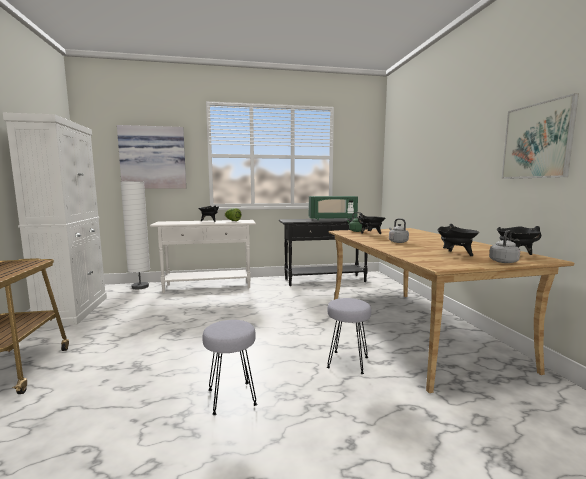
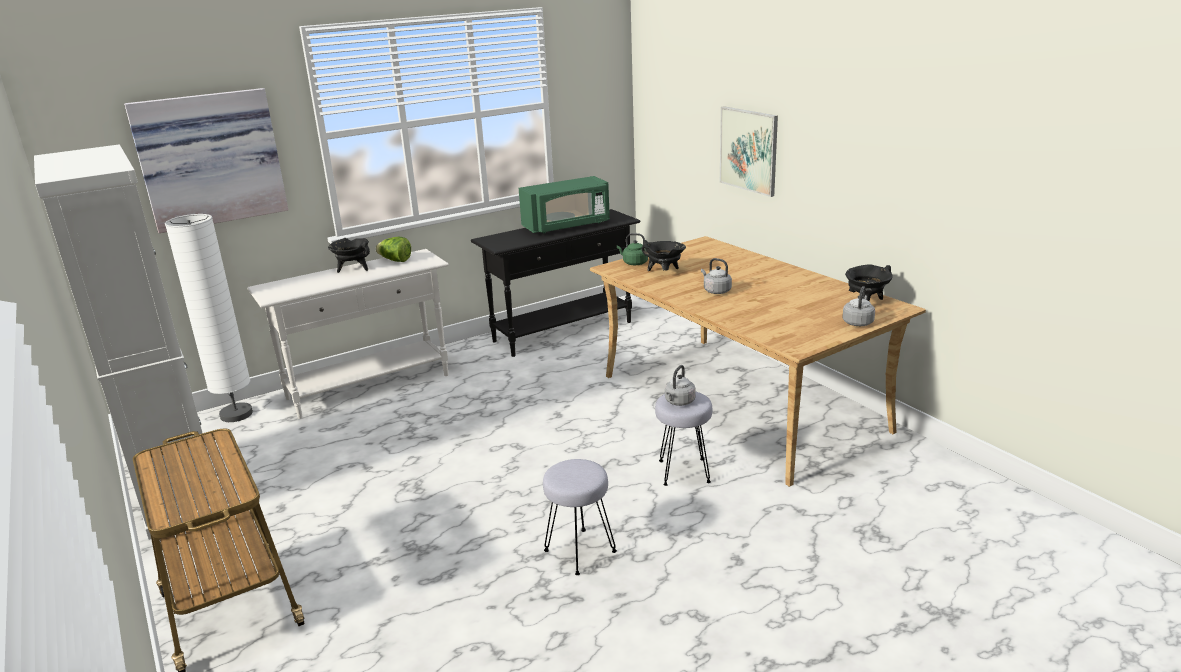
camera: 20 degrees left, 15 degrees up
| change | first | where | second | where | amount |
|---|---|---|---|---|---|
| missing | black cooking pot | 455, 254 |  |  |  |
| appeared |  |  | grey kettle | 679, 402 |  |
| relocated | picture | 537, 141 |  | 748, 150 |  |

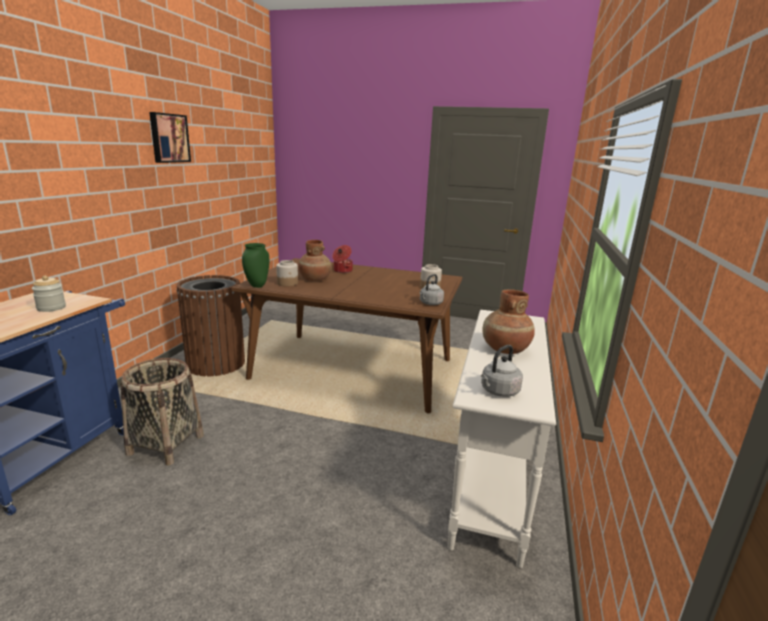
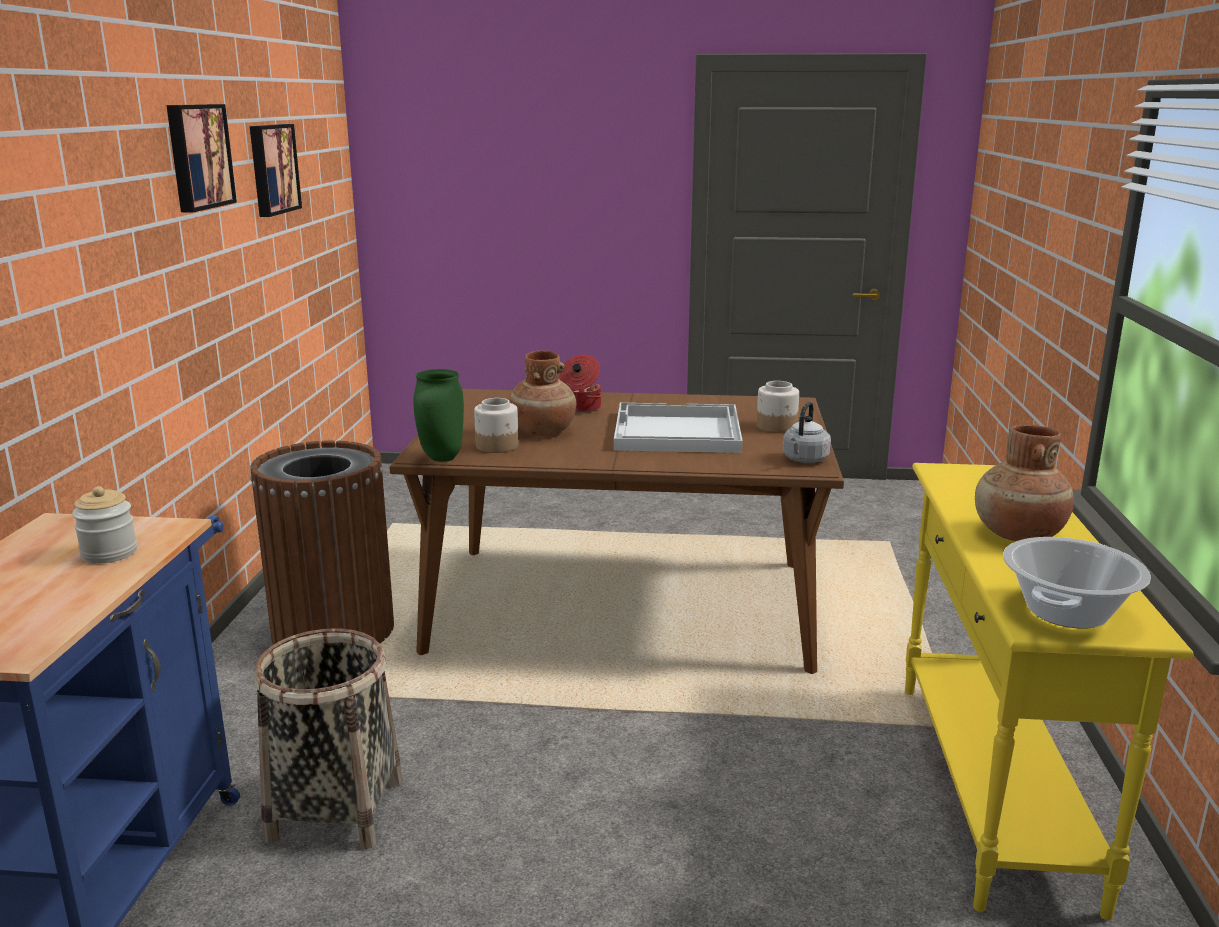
camera: 10 degrees left, 0 degrees up
| change | first | where | second | where | amount |
|---|---|---|---|---|---|
| appeared |  |  | picture | 272, 169 |  |
| appeared |  |  | white tray | 676, 432 |  |
| exchanged | grey kettle | 498, 391 | cooking pot | 1067, 612 |  |
| colour | white console table | 490, 485 | yellow console table | 991, 789 |  |

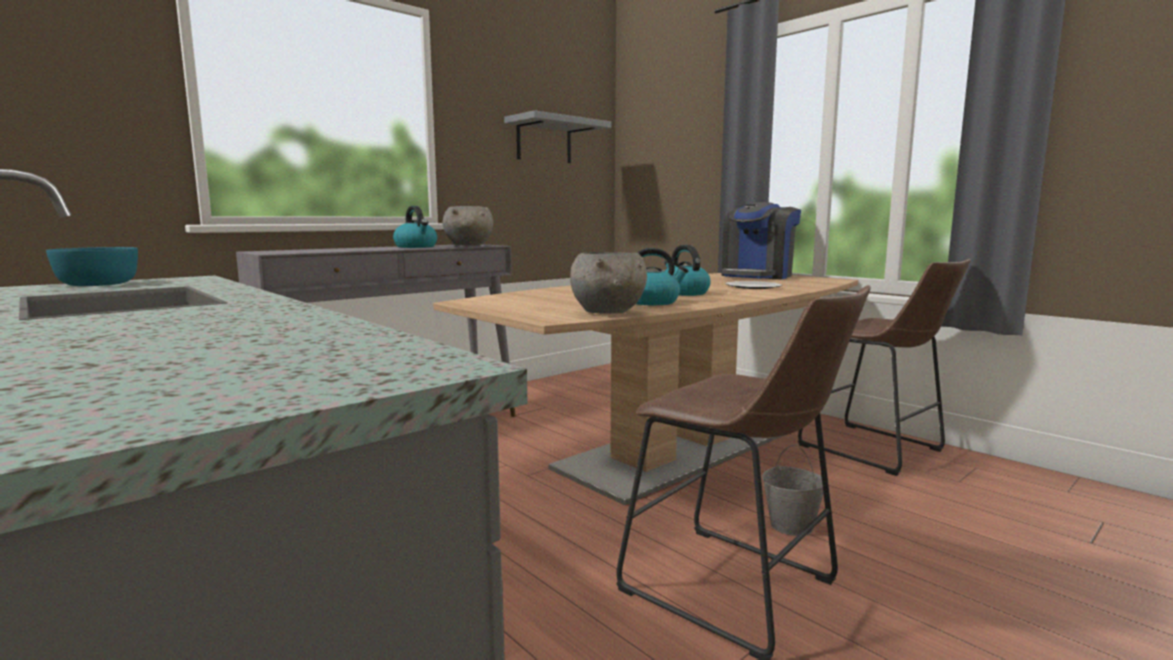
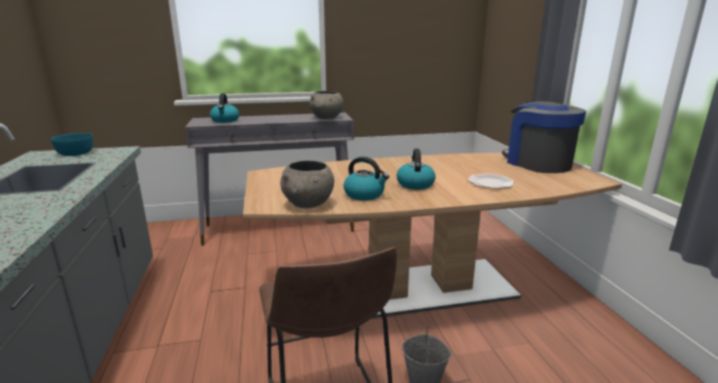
camera: 30 degrees right, 10 degrees up
| change | first | where | second | where | amount |
|---|---|---|---|---|---|
| missing | grey shelf | 544, 141 |  |  |  |
| missing | brown stool | 877, 450 |  |  |  |
| relocated | kettle | 416, 247 |  | 225, 120 |  |
| spun | coffee machine | 757, 276 |  | 537, 163 | 90 degrees clockwise |

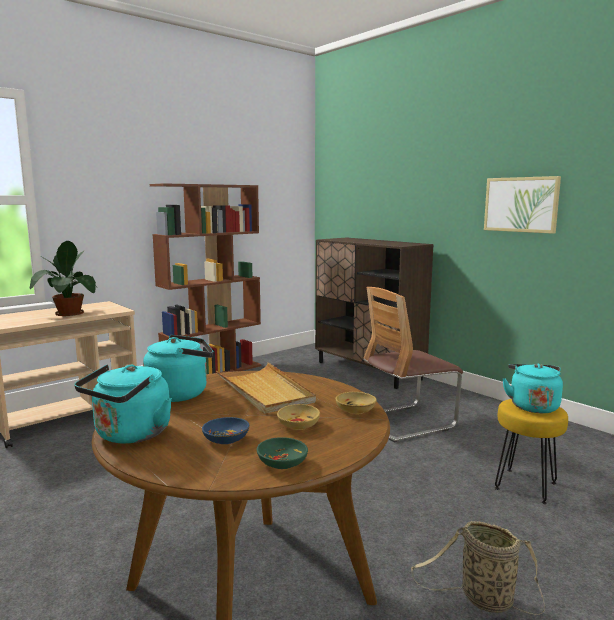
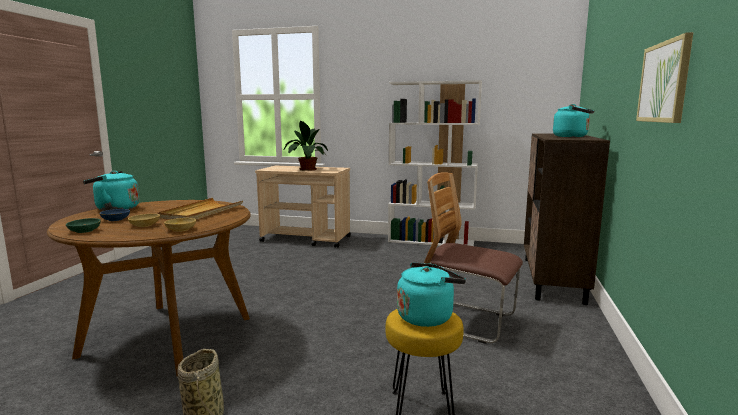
camera: 55 degrees right, 0 degrees up
| change | first | where | second | where | amount |
|---|---|---|---|---|---|
| relocated | turquoise kettle | 181, 393 |  | 572, 136 |  |
| colour | brown bookcase | 213, 372 | white bookcase | 431, 241 |  |

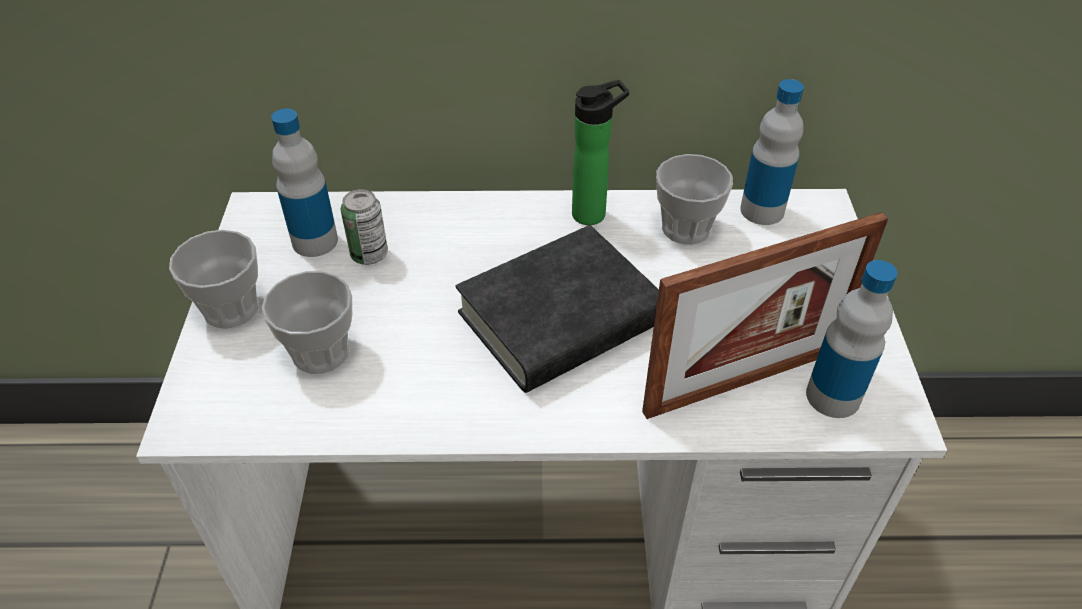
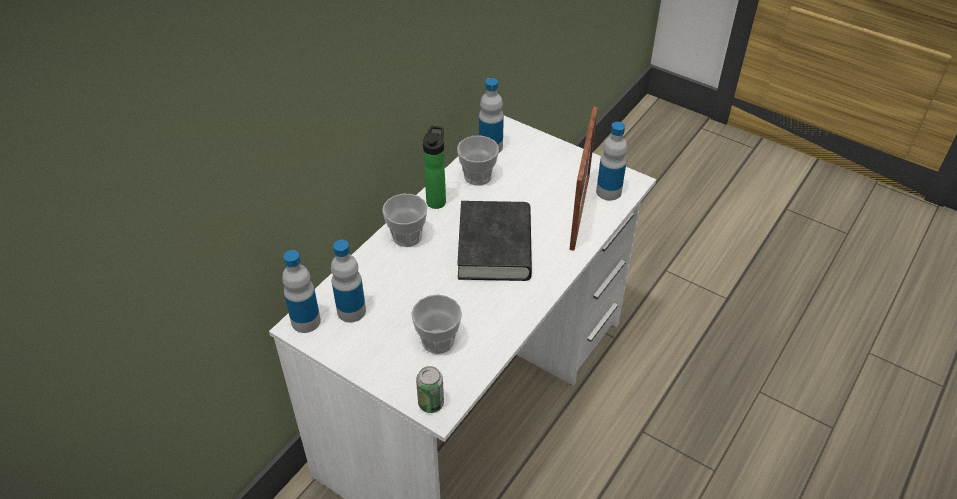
camera: 55 degrees left, 0 degrees up
| change | first | where | second | where | amount |
|---|---|---|---|---|---|
| appeared |  |  | bottle | 306, 321 |  |
| relocated | cup | 231, 309 |  | 407, 236 |  |
| relocated | can | 369, 254 |  | 431, 403 |  |

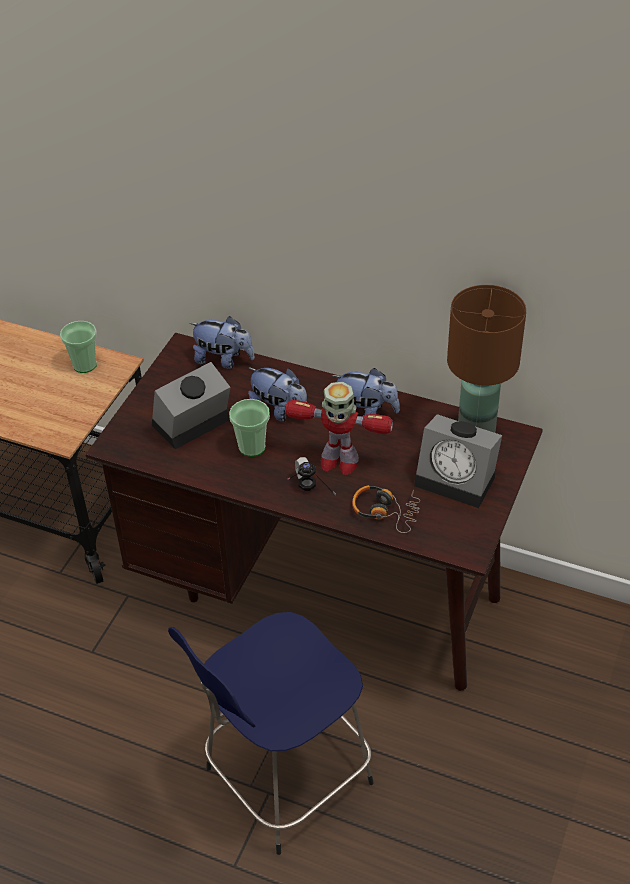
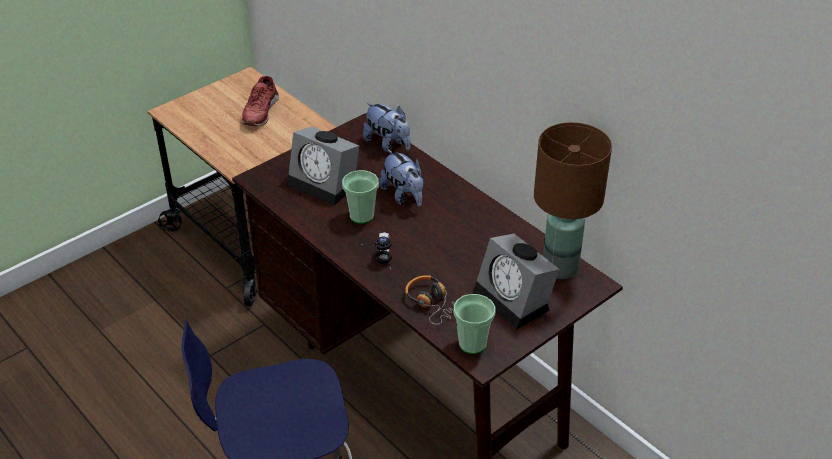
camera: 25 degrees right, 5 degrees down
| change | first | where | second | where | amount |
|---|---|---|---|---|---|
| missing | toy robot | 338, 461 |  |  |  |
| missing | plush toy | 365, 412 |  |  |  |
| appeared |  |  | red shoe | 260, 111 |  |
| relocated | cup | 84, 365 |  | 472, 344 |  |
| spun | alarm clock | 191, 426 |  | 326, 184 | 135 degrees counterclockwise |

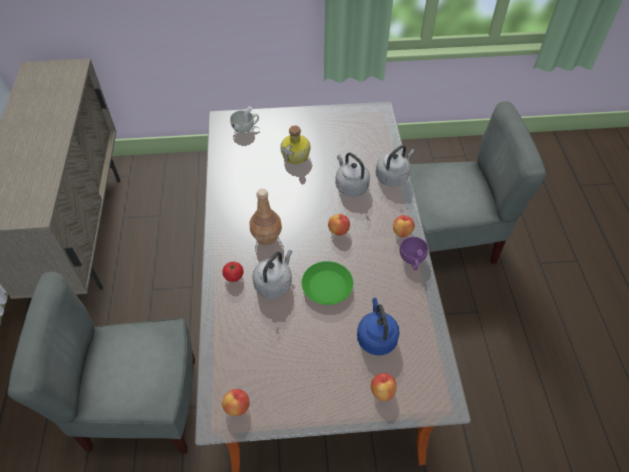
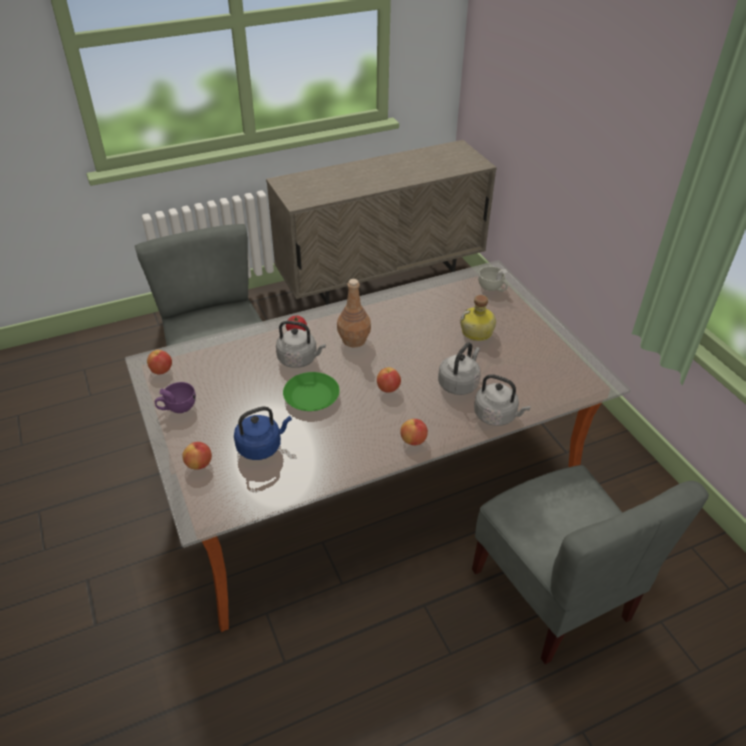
camera: 70 degrees right, 10 degrees down
| change | first | where | second | where | amount |
|---|---|---|---|---|---|
| relocated | purple cup | 412, 260 |  | 177, 407 |  |

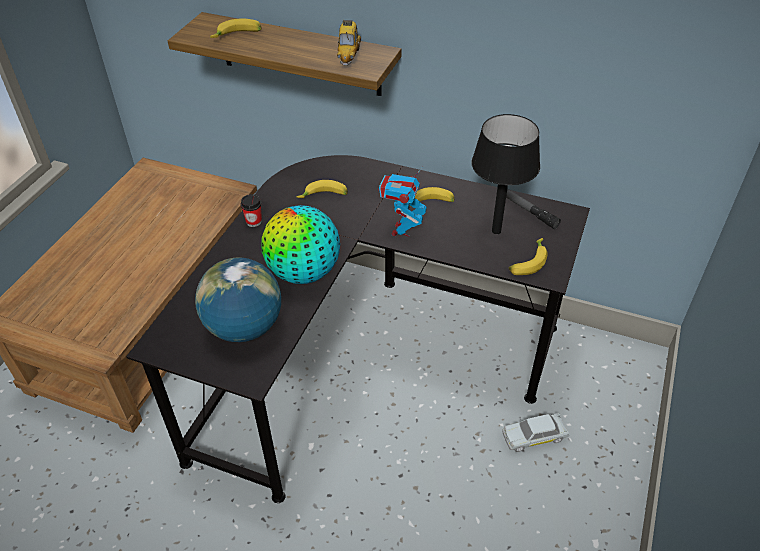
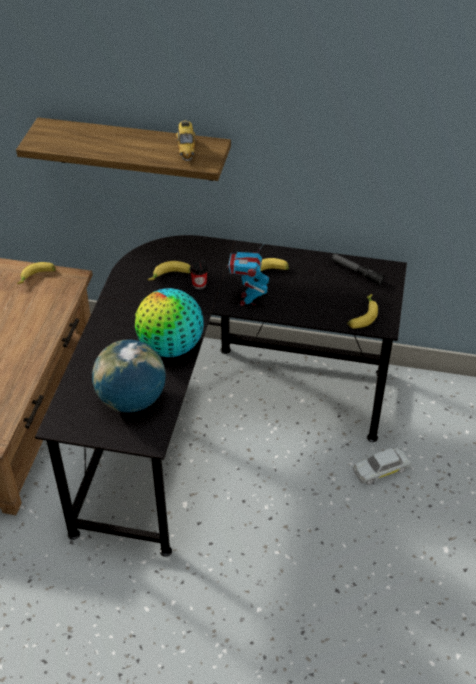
camera: 10 degrees left, 0 degrees up
| change | first | where | second | where | amount |
|---|---|---|---|---|---|
| missing | black table lamp | 496, 230 |  |  |  |
| relocated | banana | 237, 36 |  | 37, 277 |  |
| relocated | cup | 254, 222 |  | 199, 284 |  |

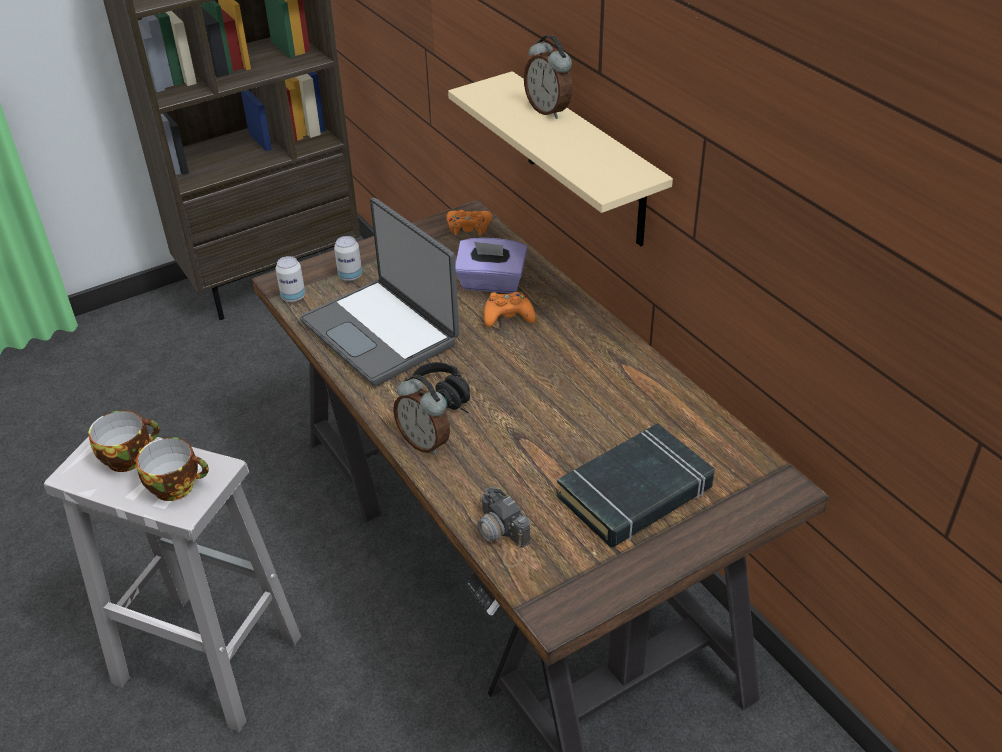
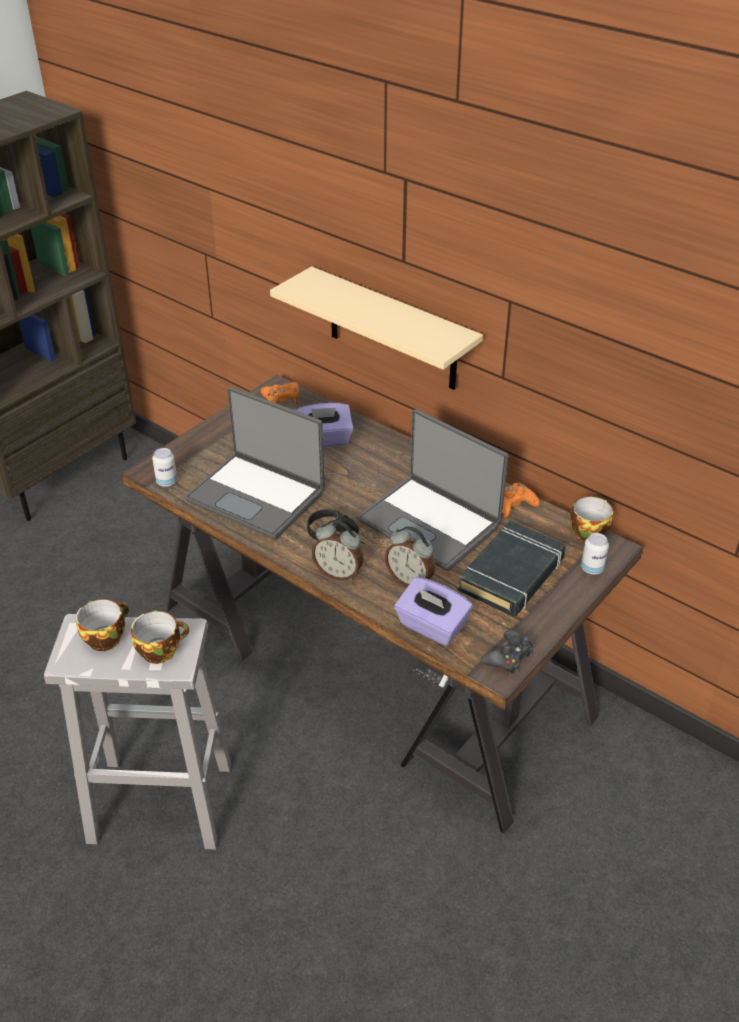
camera: 20 degrees left, 0 degrees up
| change | first | where | second | where | amount |
|---|---|---|---|---|---|
| appeared |  |  | laptop | 431, 522 |  |
| appeared |  |  | black game controller | 508, 657 |  |
| appeared |  |  | cup | 587, 531 |  |
| relocated | can | 350, 276 |  | 592, 568 |  |
| relocated | orange game controller | 508, 316 |  | 513, 504 |  |
| relocated | alarm clock | 549, 110 |  | 410, 580 |  |
| exchanged | photo camera | 501, 535 | purple tissue box | 431, 627 |  |

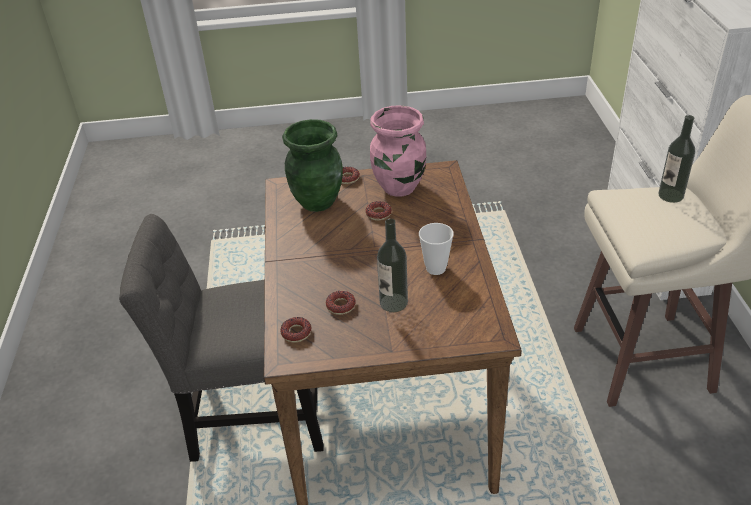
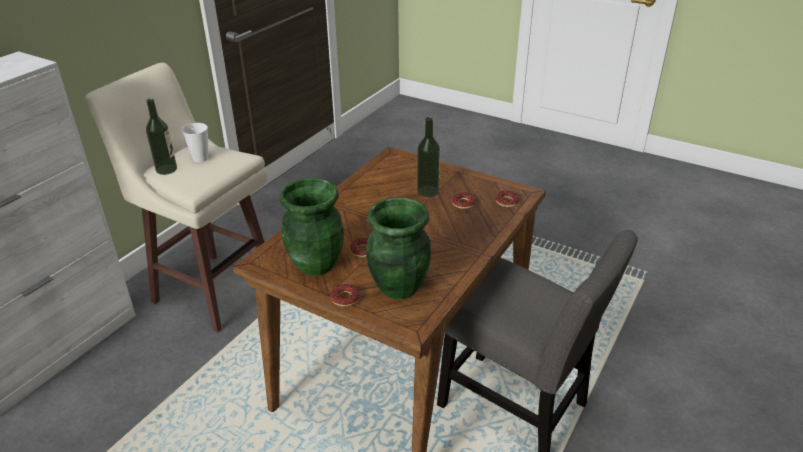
camera: 145 degrees left, 5 degrees down
| change | first | where | second | where | amount |
|---|---|---|---|---|---|
| relocated | cup | 435, 268 |  | 200, 158 |  |
| colour | pink vase | 399, 187 | green vase | 316, 264 |  |

